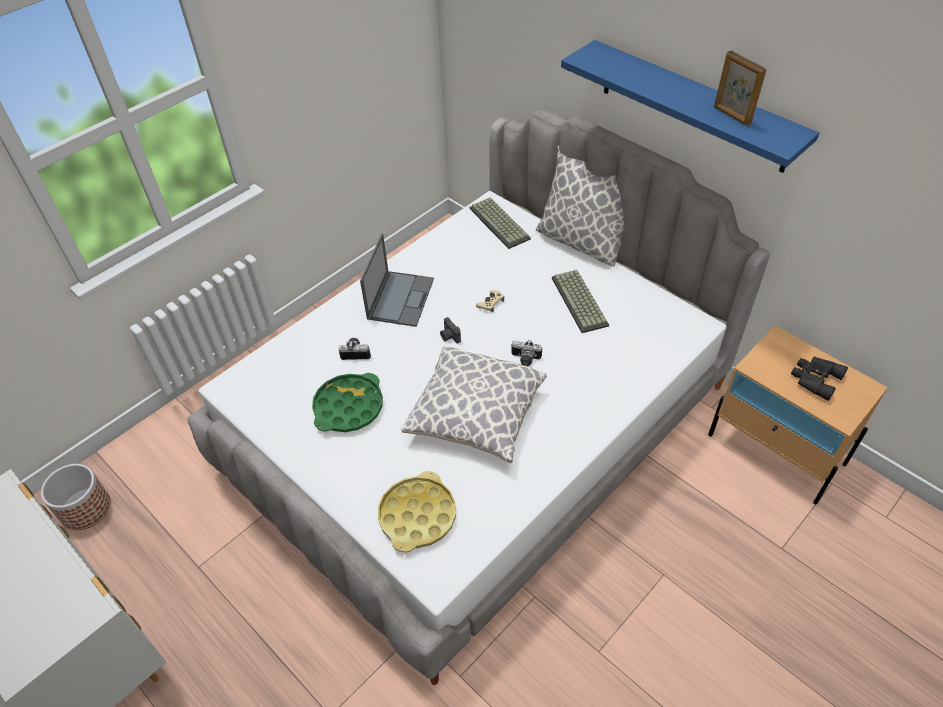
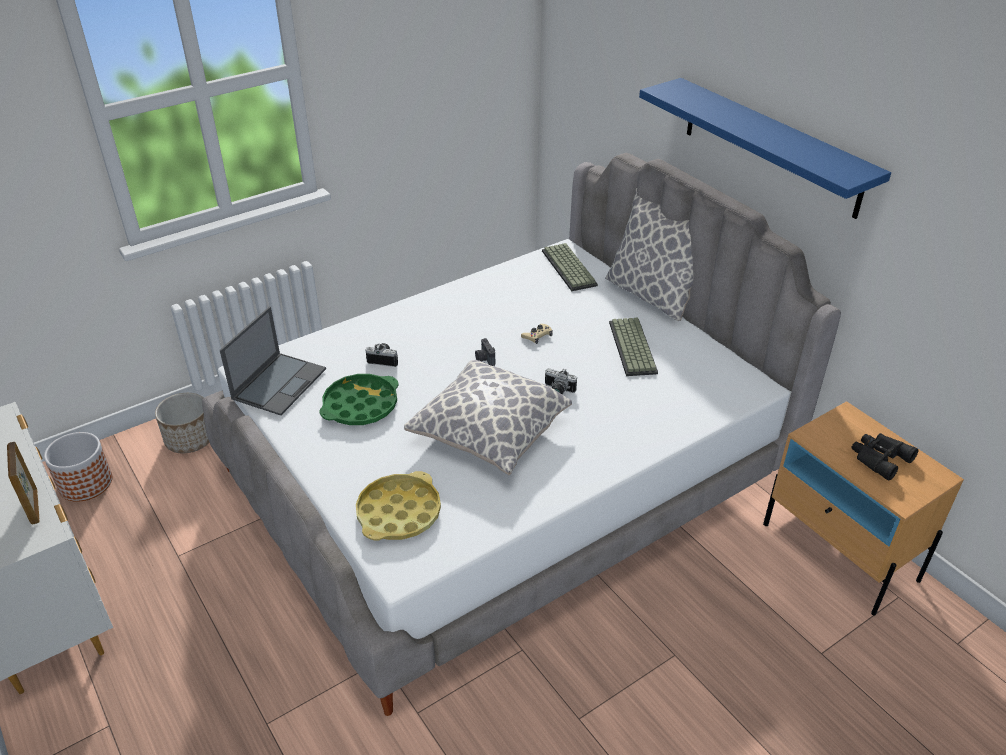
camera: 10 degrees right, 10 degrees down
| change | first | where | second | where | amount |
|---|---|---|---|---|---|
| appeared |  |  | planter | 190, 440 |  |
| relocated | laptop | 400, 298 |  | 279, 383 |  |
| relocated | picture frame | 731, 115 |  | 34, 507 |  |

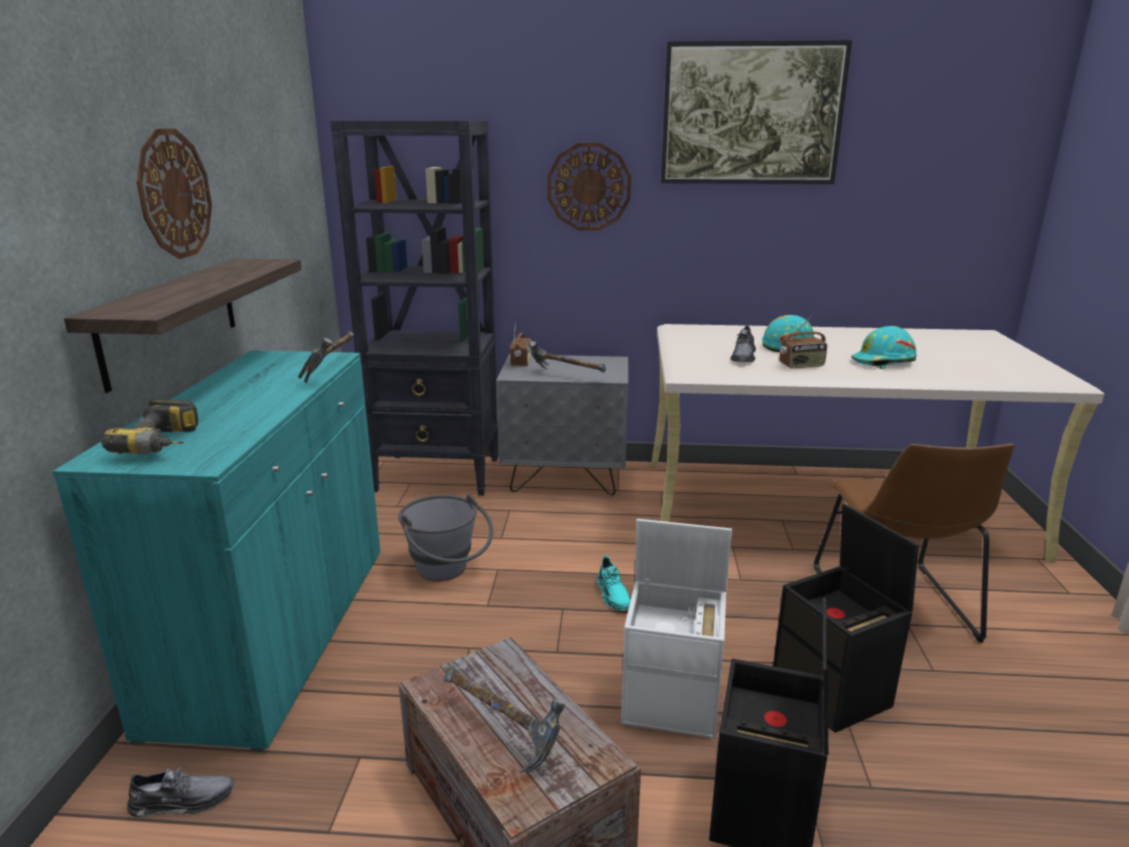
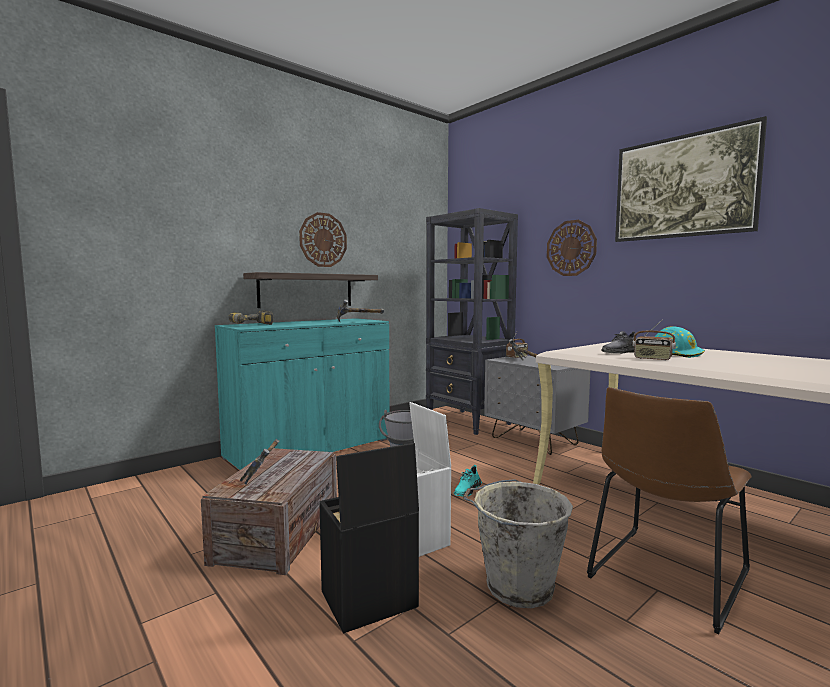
camera: 45 degrees right, 15 degrees down
| change | first | where | second | where | amount |
|---|---|---|---|---|---|
| missing | grey shoe | 182, 801 |  |  |  |
| missing | turquoise hard hat | 883, 362 |  |  |  |
| exchanged | black storage box | 833, 692 | grey bucket | 516, 586 |  |

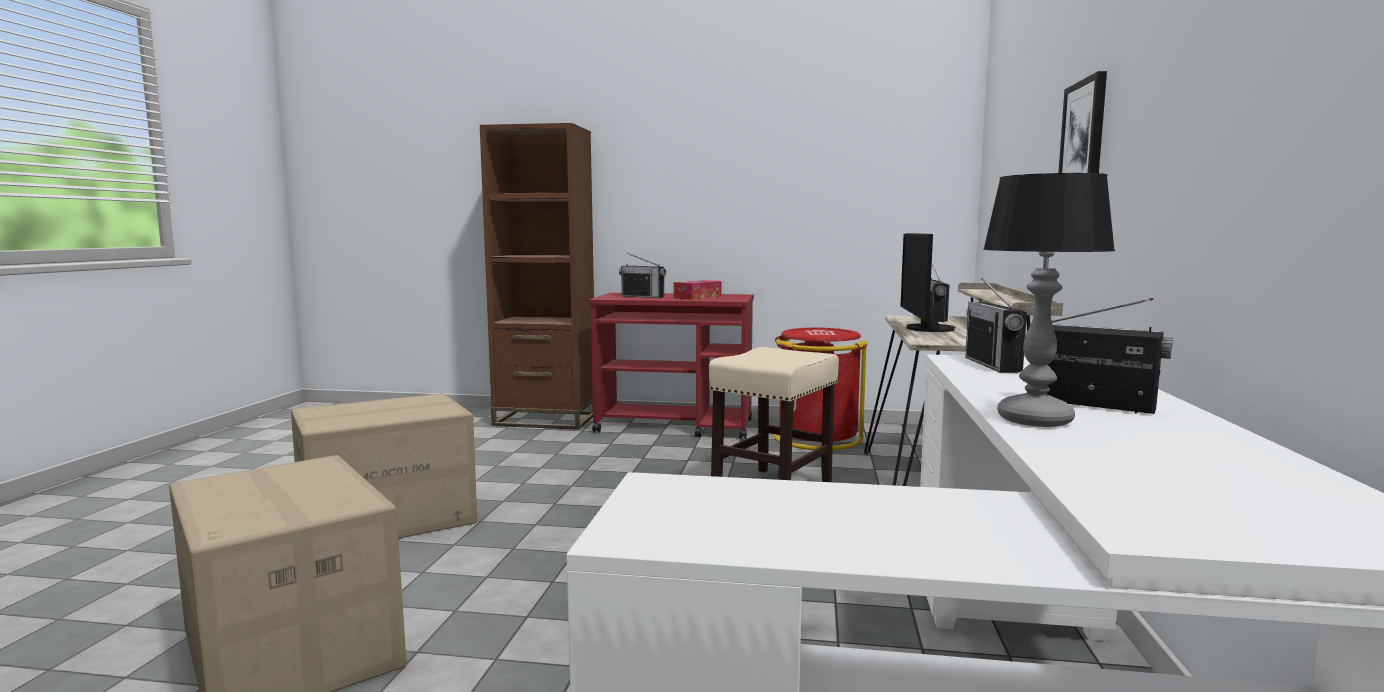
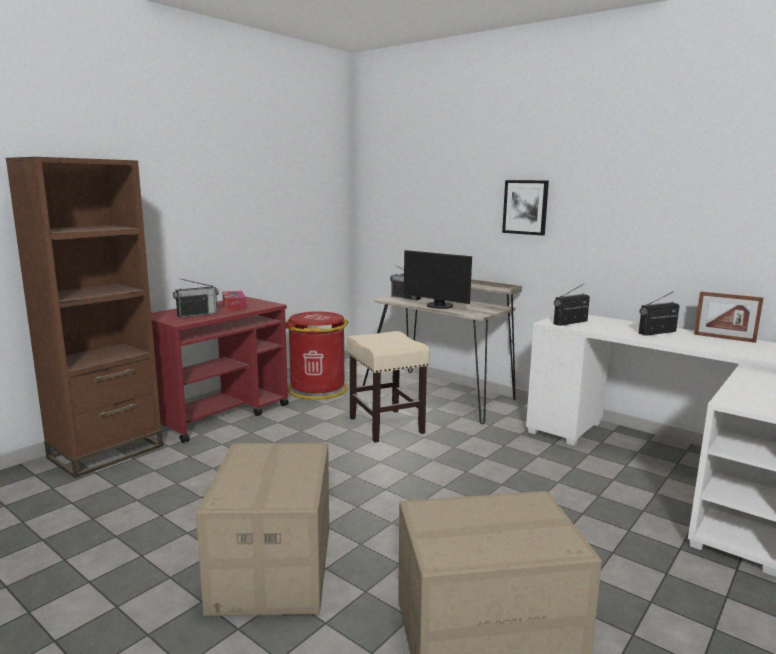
camera: 60 degrees left, 5 degrees up
| change | first | where | second | where | amount |
|---|---|---|---|---|---|
| missing | table lamp | 1036, 419 |  |  |  |
| appeared |  |  | picture frame | 724, 338 |  |
| spun | radio | 992, 365 |  | 570, 323 | 120 degrees clockwise |

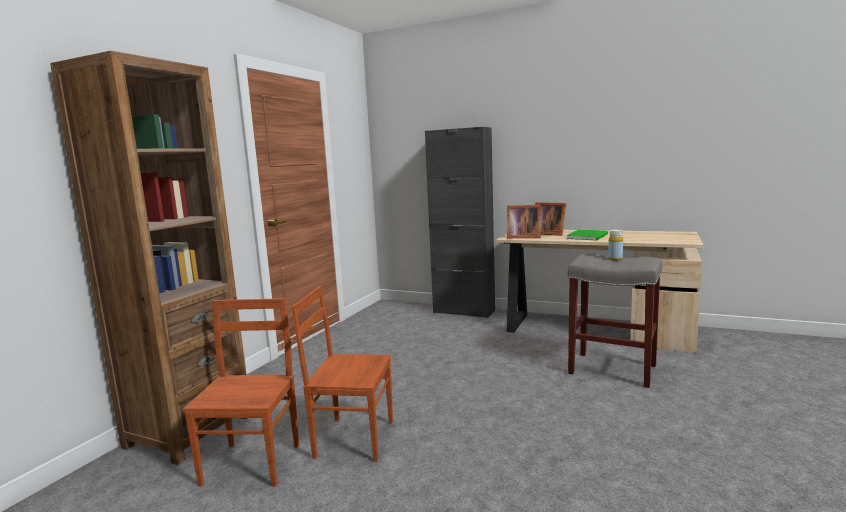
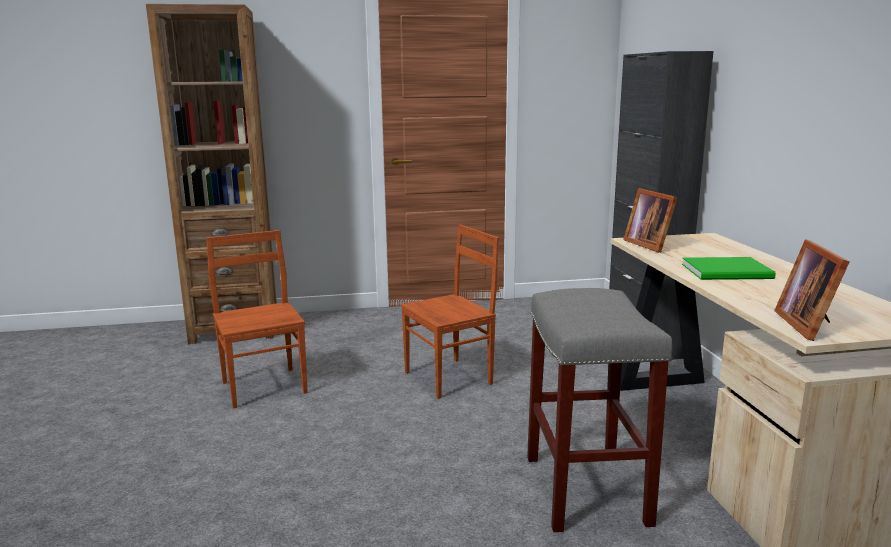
camera: 55 degrees right, 5 degrees up
| change | first | where | second | where | amount |
|---|---|---|---|---|---|
| missing | yellow bottle | 615, 259 |  |  |  |
| relocated | brown chair | 253, 463 |  | 450, 378 |  |
| relocated | picture frame | 548, 234 |  | 809, 325 |  |

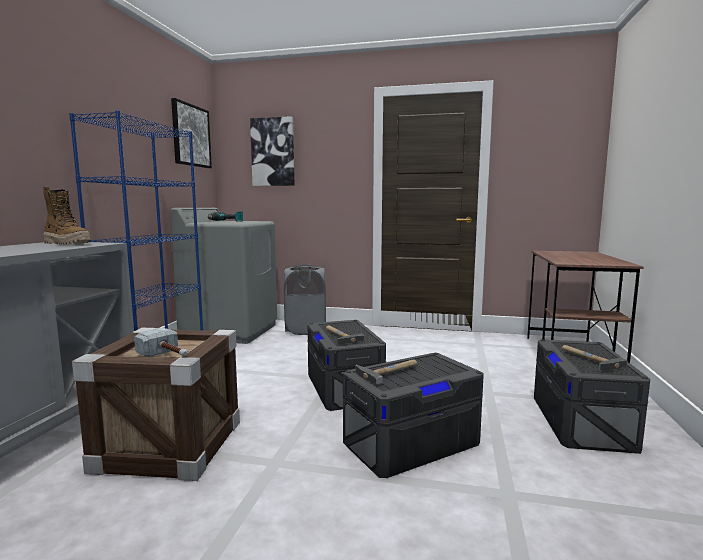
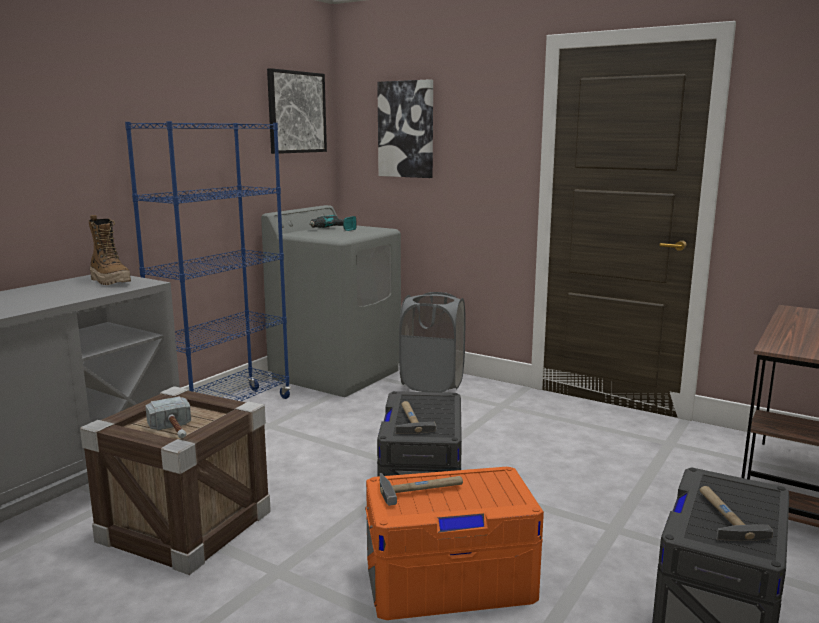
camera: 20 degrees right, 5 degrees up
| change | first | where | second | where | amount |
|---|---|---|---|---|---|
| colour | grey storage box | 411, 442 | orange storage box | 449, 580 |  |

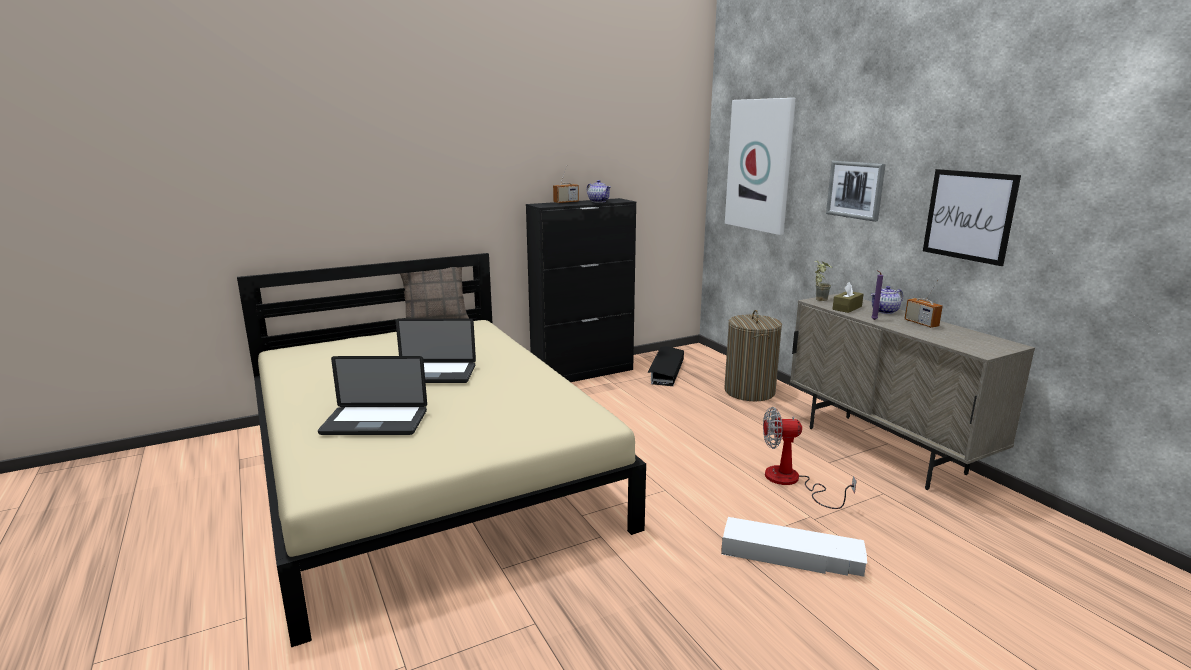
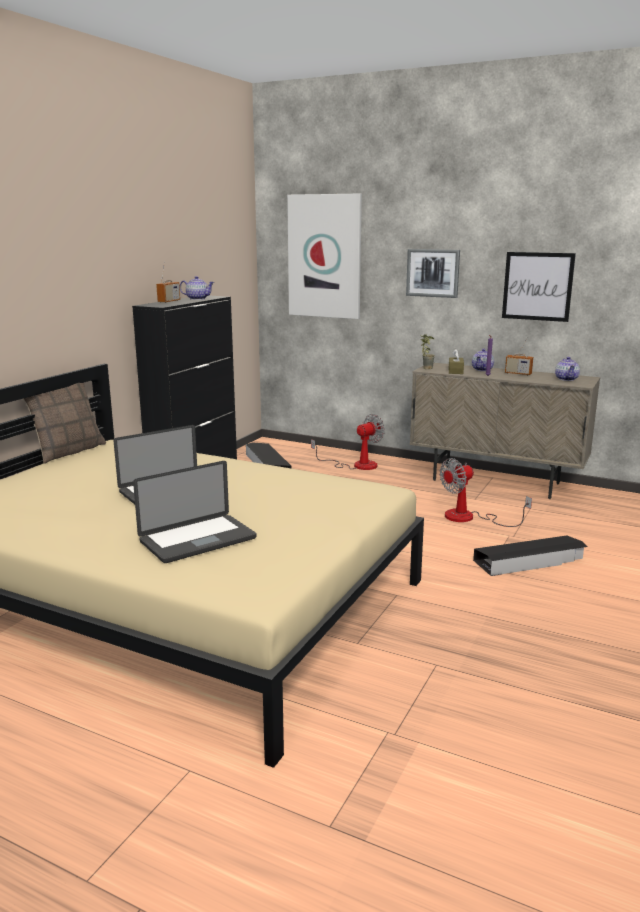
camera: 35 degrees left, 0 degrees up
| change | first | where | second | where | amount |
|---|---|---|---|---|---|
| appeared |  |  | teapot | 566, 379 |  |
| exchanged | laundry basket | 749, 391 | fan | 356, 465 |  |
| colour | white storage box | 792, 555 | black storage box | 530, 561 |  |

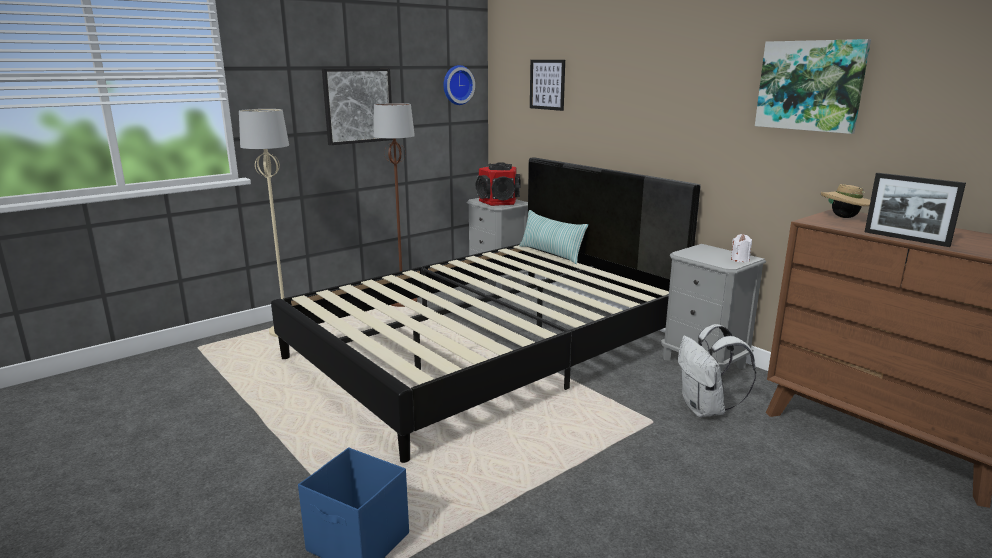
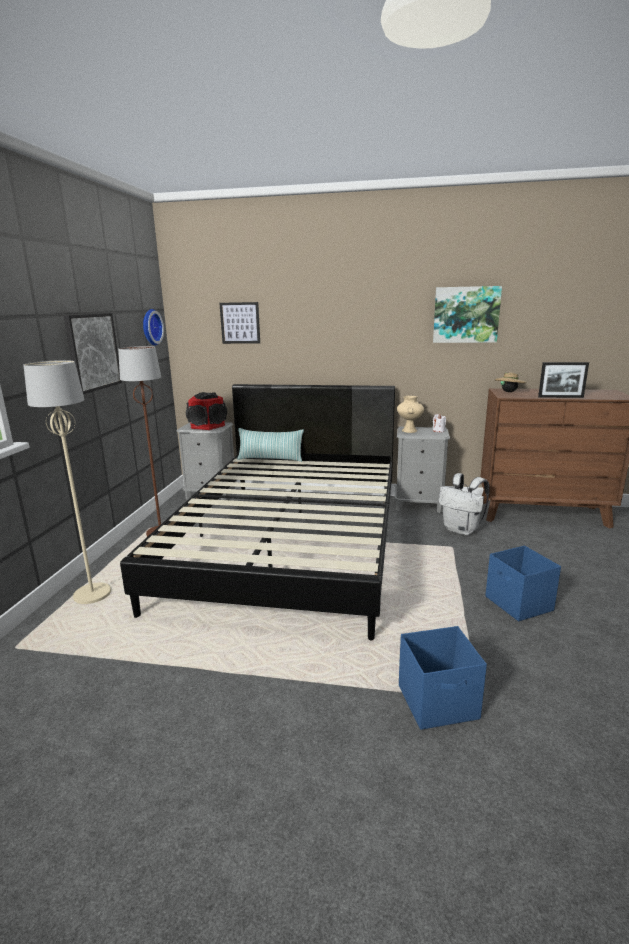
camera: 40 degrees left, 0 degrees up
| change | first | where | second | where | amount |
|---|---|---|---|---|---|
| appeared |  |  | beige vase | 409, 430 |  |
| appeared |  |  | blue storage box | 519, 604 |  |

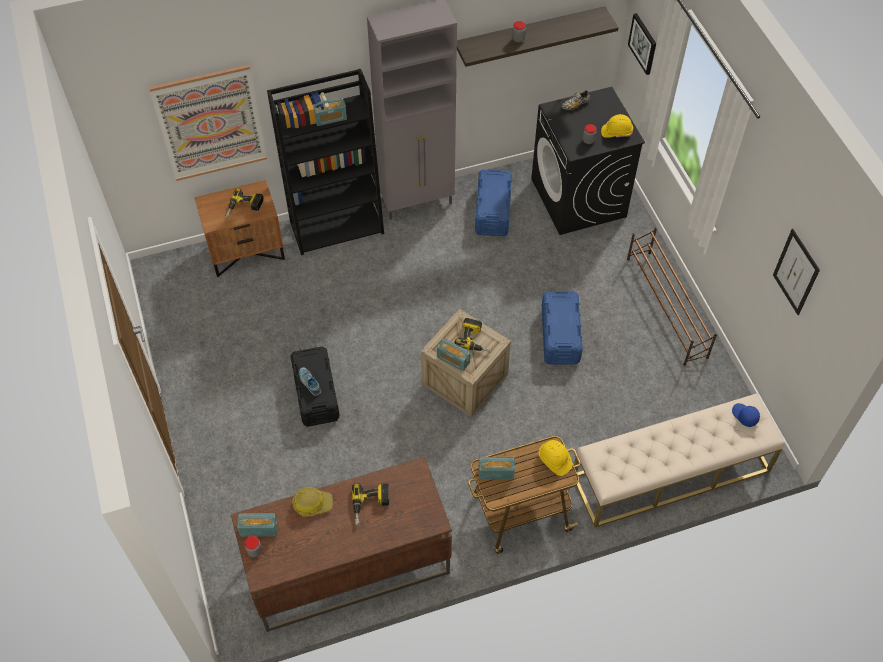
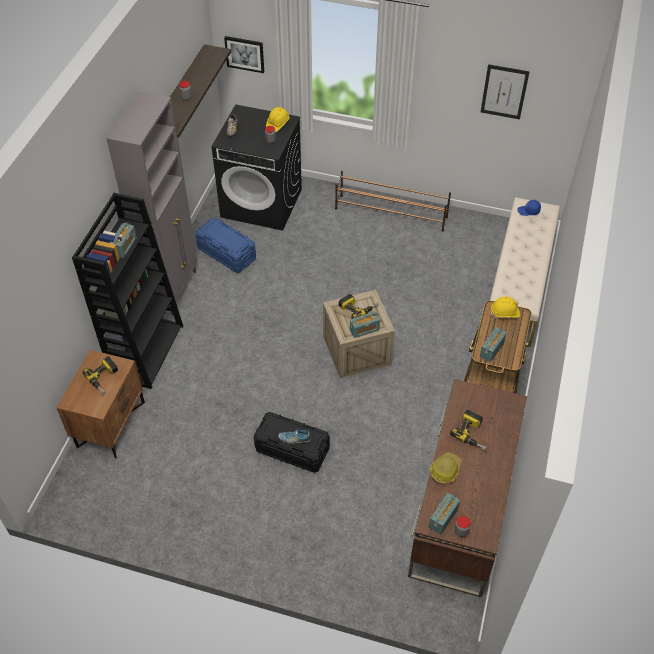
camera: 55 degrees left, 5 degrees down
| change | first | where | second | where | amount |
|---|---|---|---|---|---|
| missing | picture | 210, 123 |  |  |  |
| missing | blue storage box | 560, 336 |  |  |  |

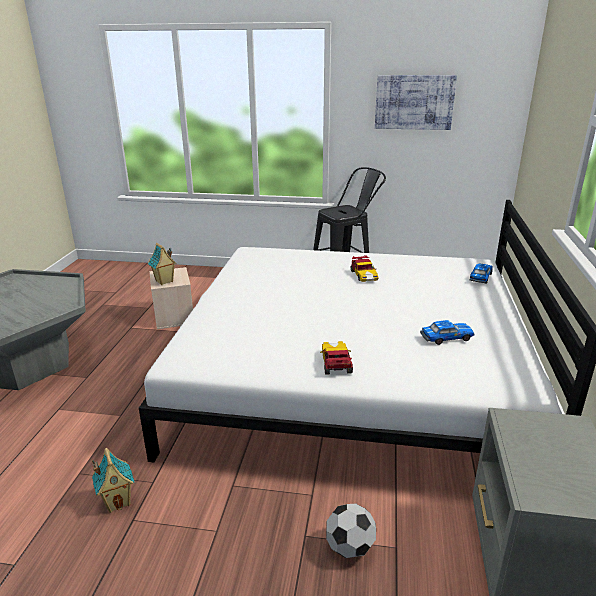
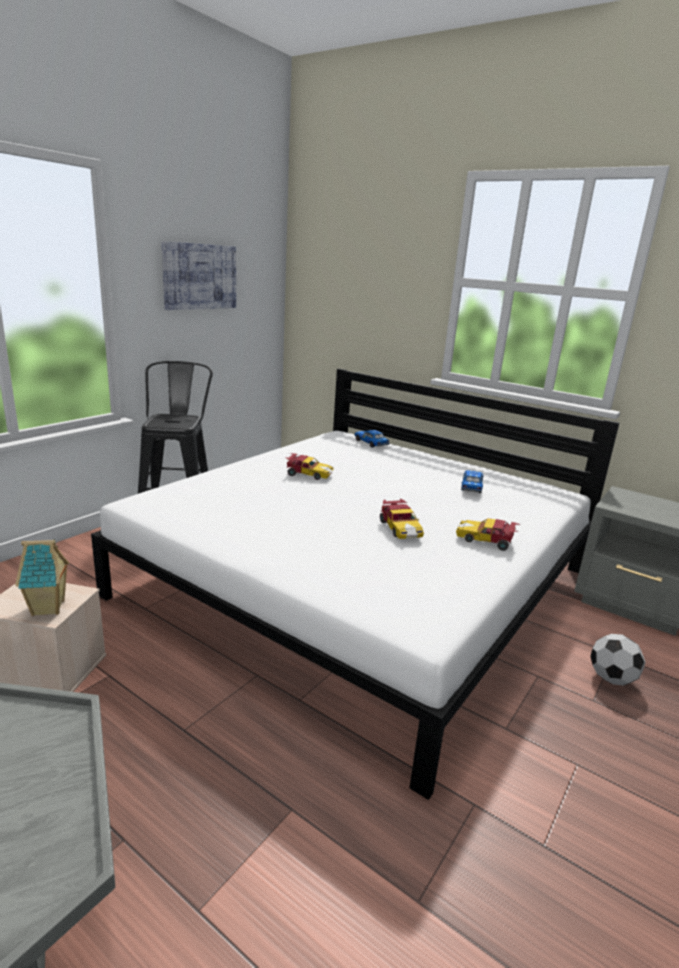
camera: 65 degrees left, 5 degrees down
| change | first | where | second | where | amount |
|---|---|---|---|---|---|
| missing | toy house | 118, 501 |  |  |  |
| appeared |  |  | toy car | 400, 528 |  |

